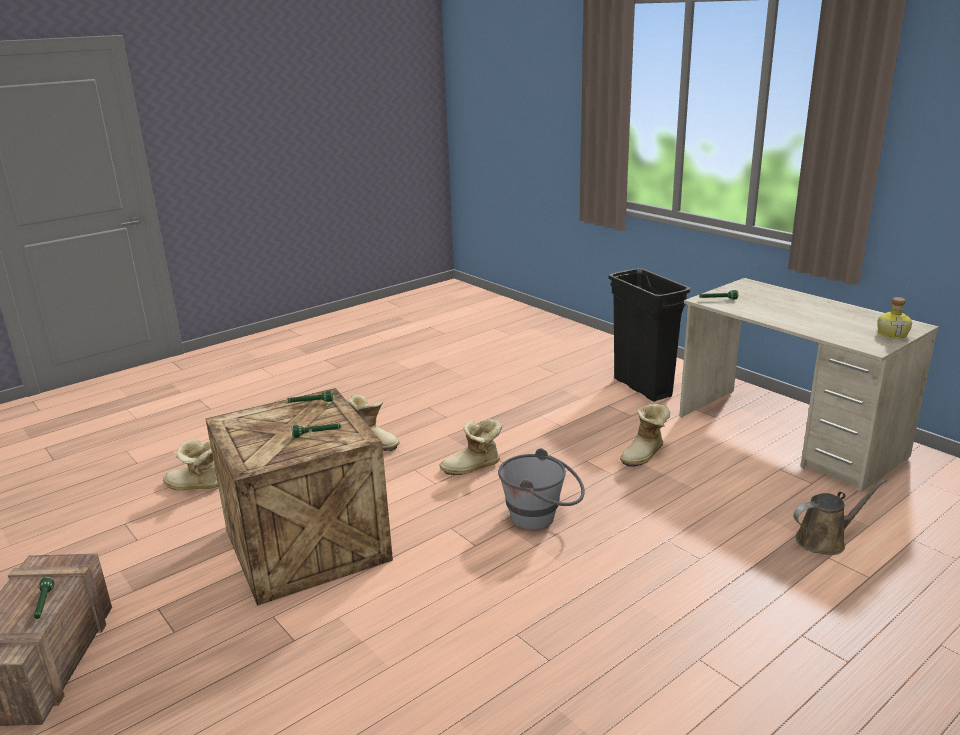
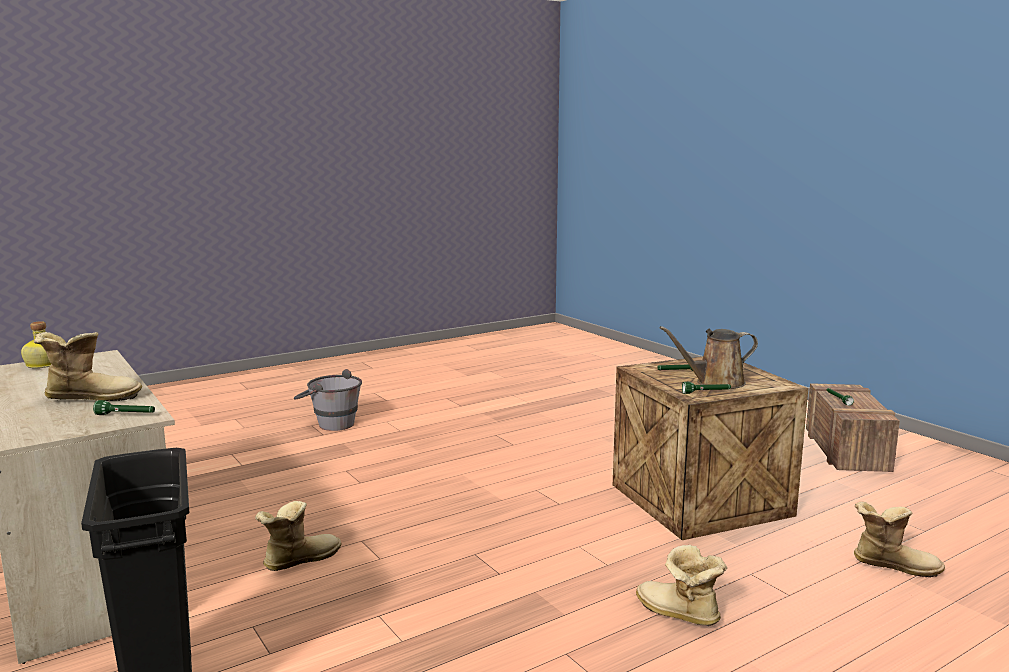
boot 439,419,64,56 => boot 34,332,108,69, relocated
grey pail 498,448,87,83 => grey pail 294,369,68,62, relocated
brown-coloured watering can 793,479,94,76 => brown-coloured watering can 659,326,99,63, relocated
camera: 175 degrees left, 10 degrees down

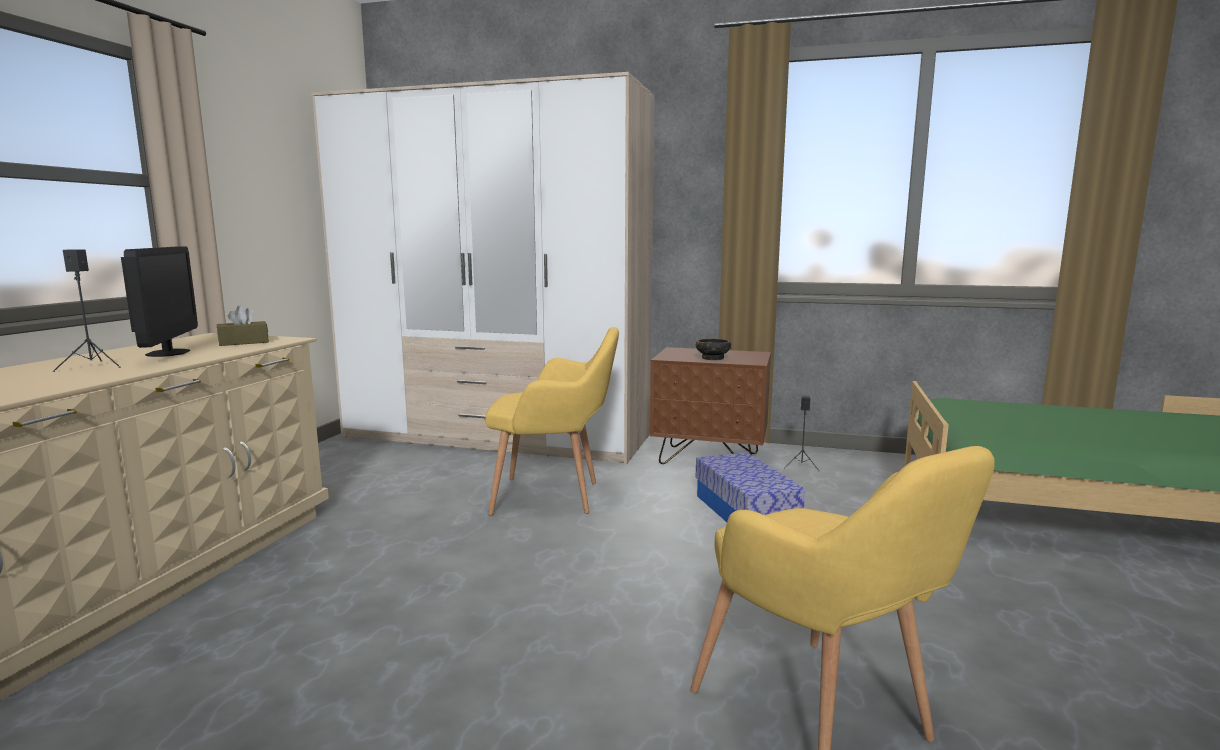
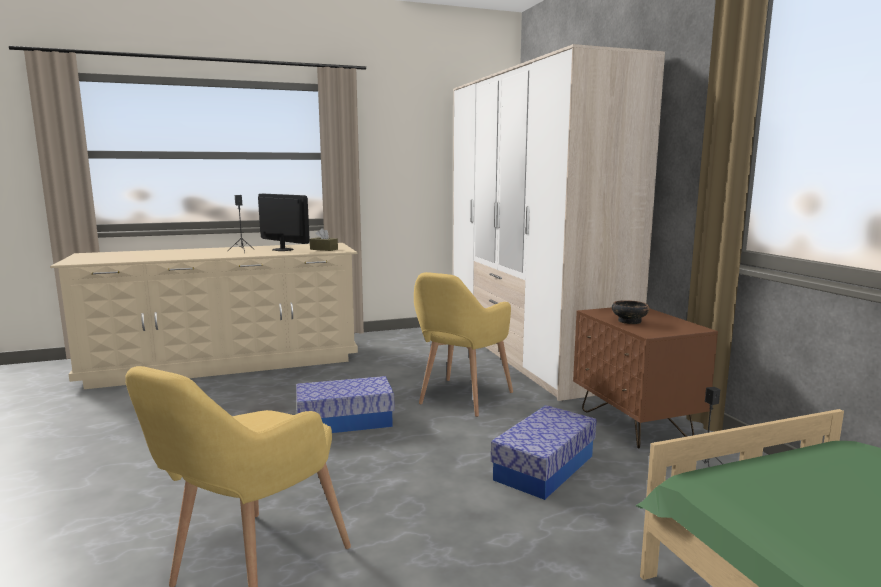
nothing => storage container 296,376,99,57
computer screen 121,246,77,111 => computer screen 258,194,51,57, 90 degrees counterclockwise
yellowish easy chair 486,327,133,189 => yellowish easy chair 414,272,99,145, 60 degrees clockwise
camera: 55 degrees right, 0 degrees up

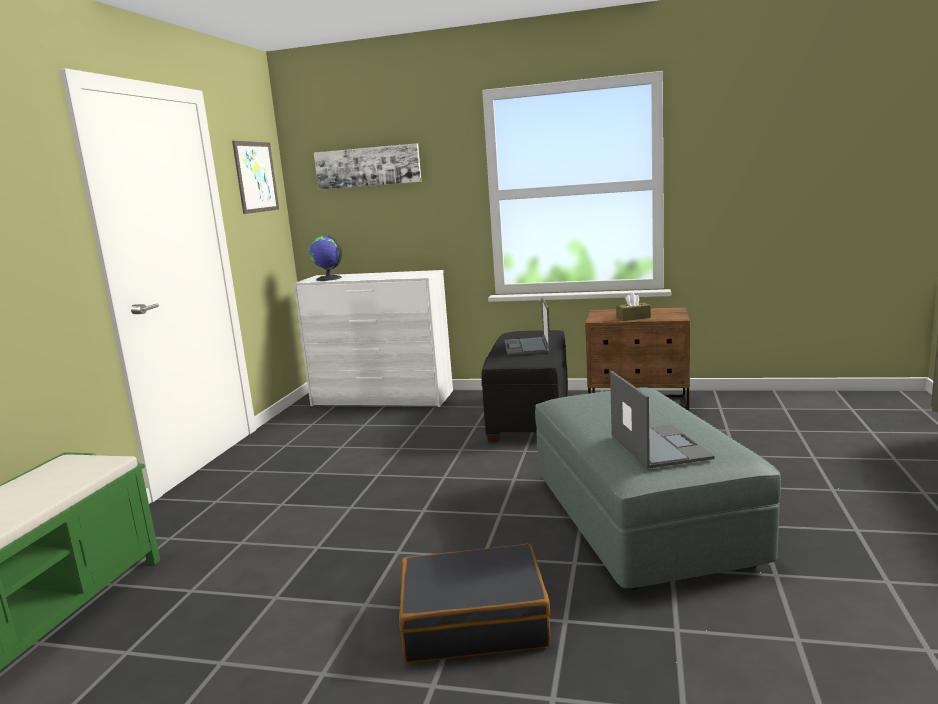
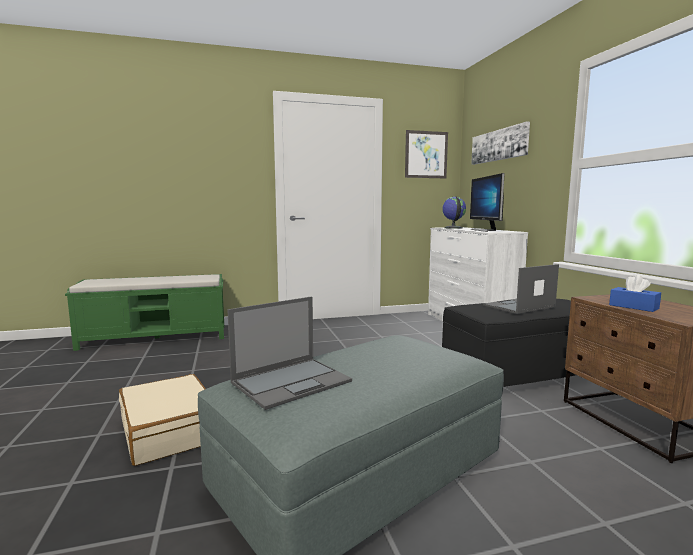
nothing => computer screen 470,173,35,59
black-coloured piece of luggage 399,544,152,119 => sand-coloured piece of luggage 119,374,87,92
brown-coloured tissue box 616,293,35,28 => bluish tissue box 609,275,52,37
camera: 60 degrees right, 5 degrees down

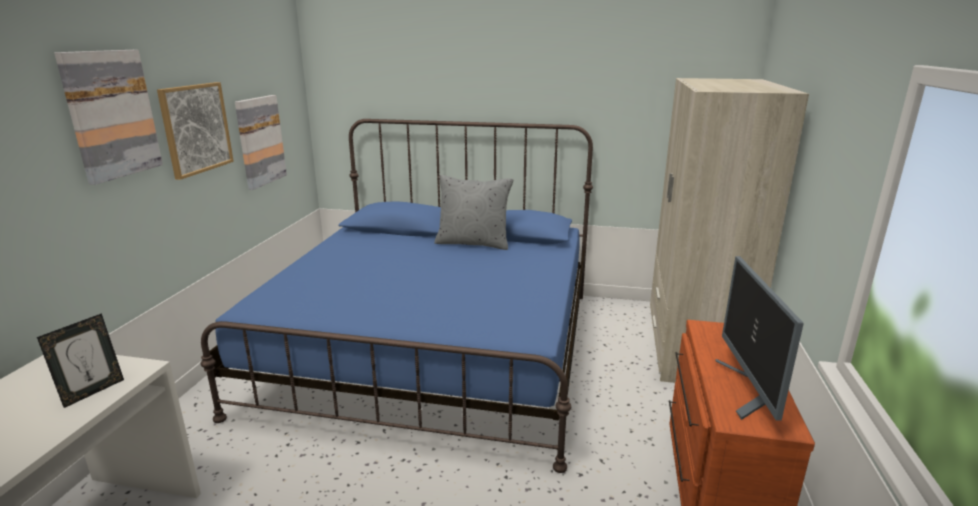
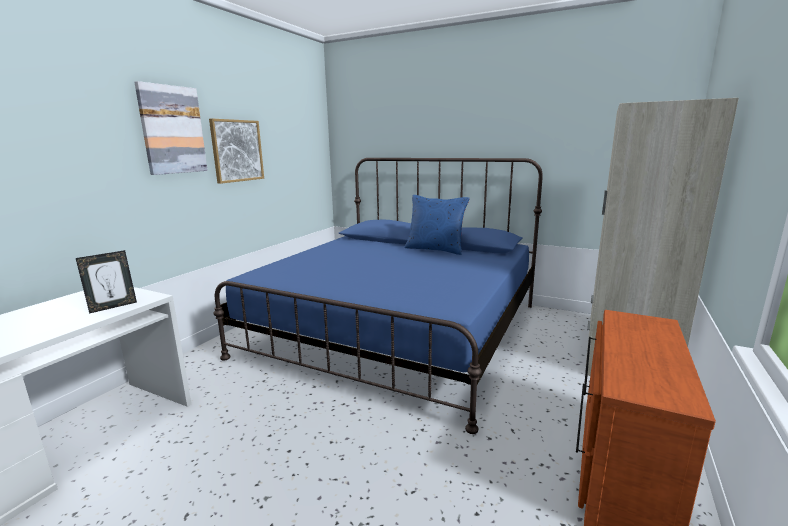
picture 235,95,52,95 => nothing
computer screen 715,256,89,165 => nothing
grey cushion 434,175,80,75 => bluish cushion 405,195,65,60
camera: 15 degrees right, 5 degrees down

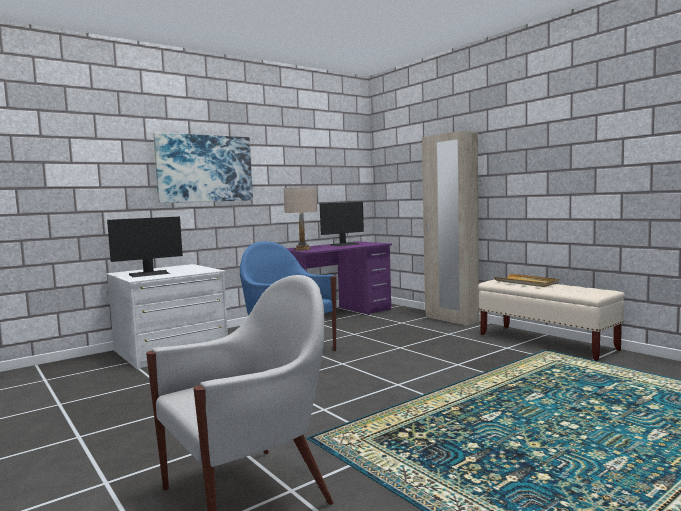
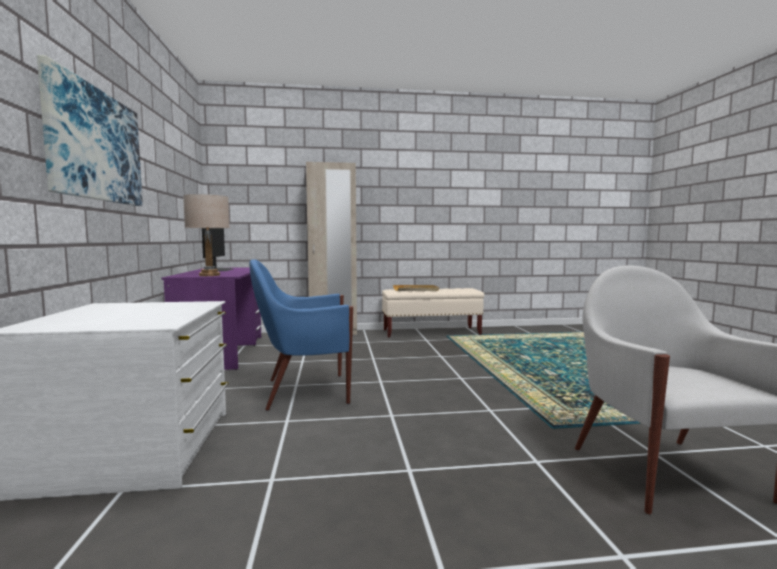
computer screen 107,217,76,60 => nothing
camera: 60 degrees left, 0 degrees up

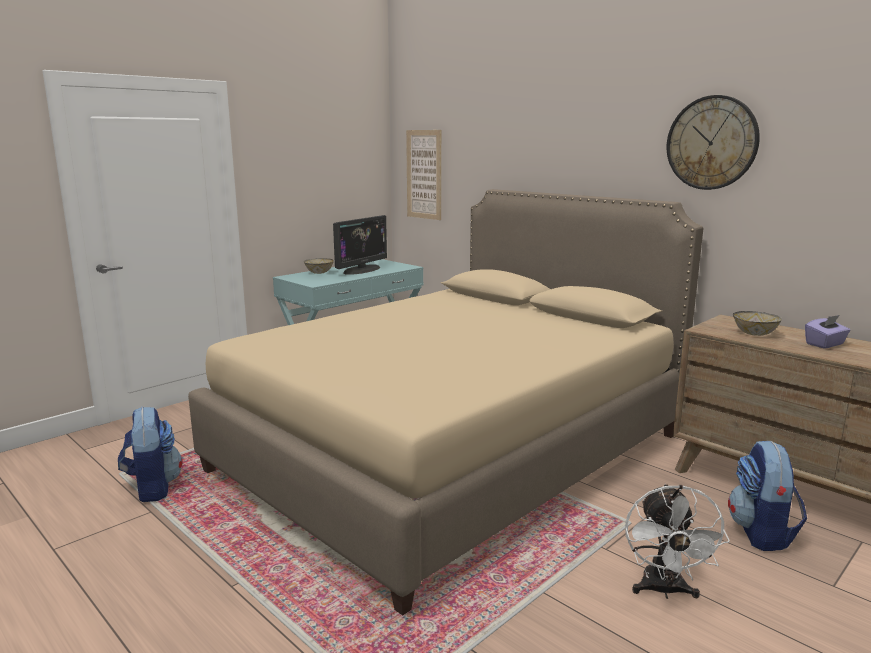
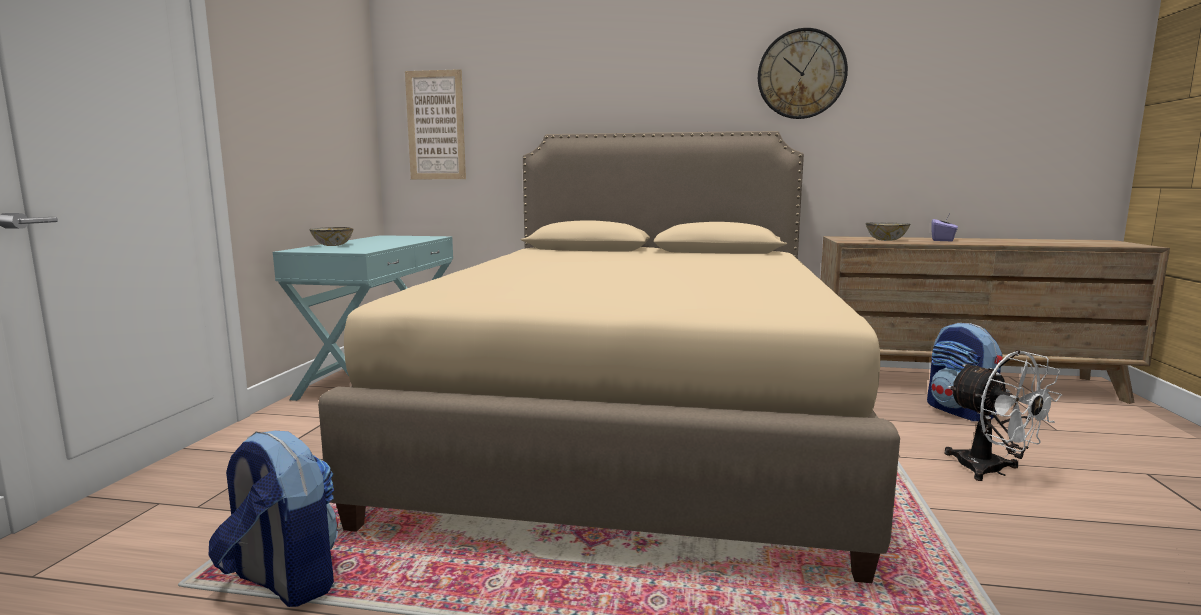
computer screen 333,215,54,60 => nothing
camera: 35 degrees left, 5 degrees down

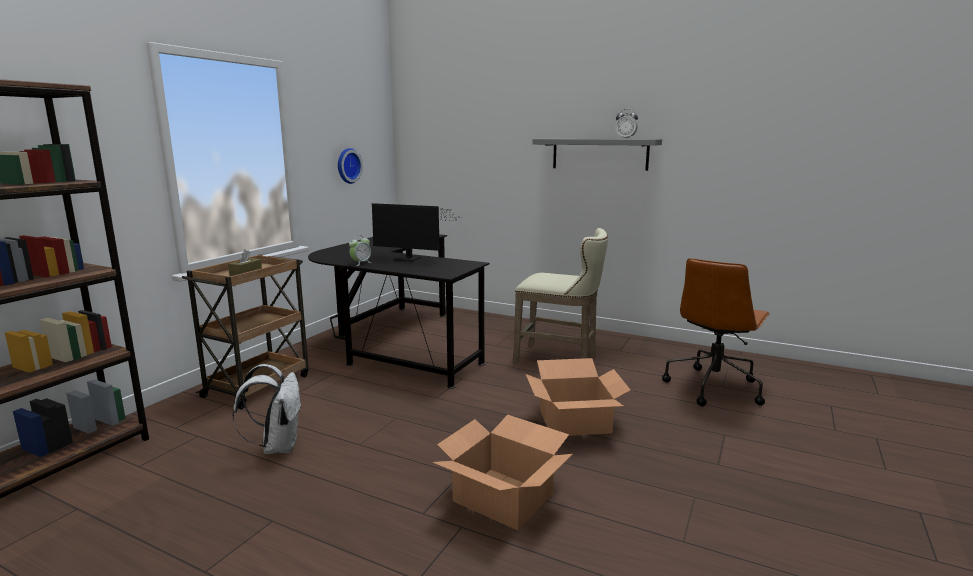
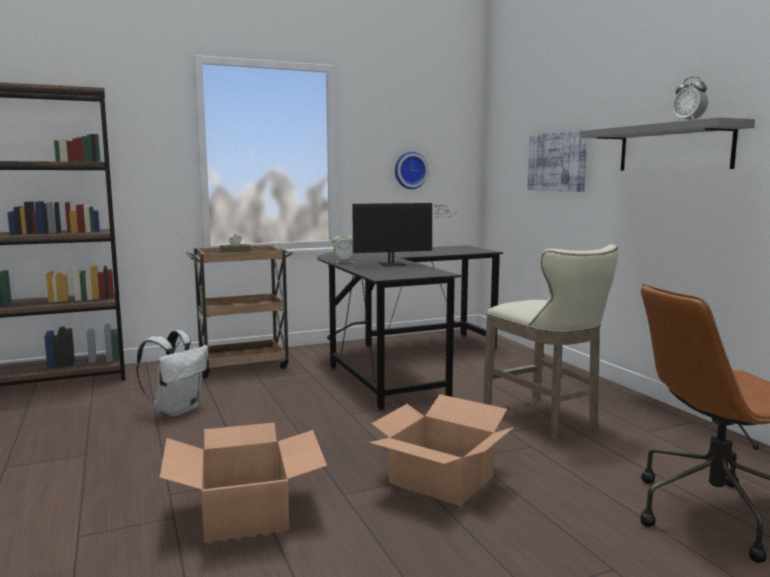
nothing => picture 527,130,60,62
computer screen 372,203,90,58 => computer screen 352,203,105,63, 75 degrees counterclockwise
camera: 40 degrees right, 5 degrees down

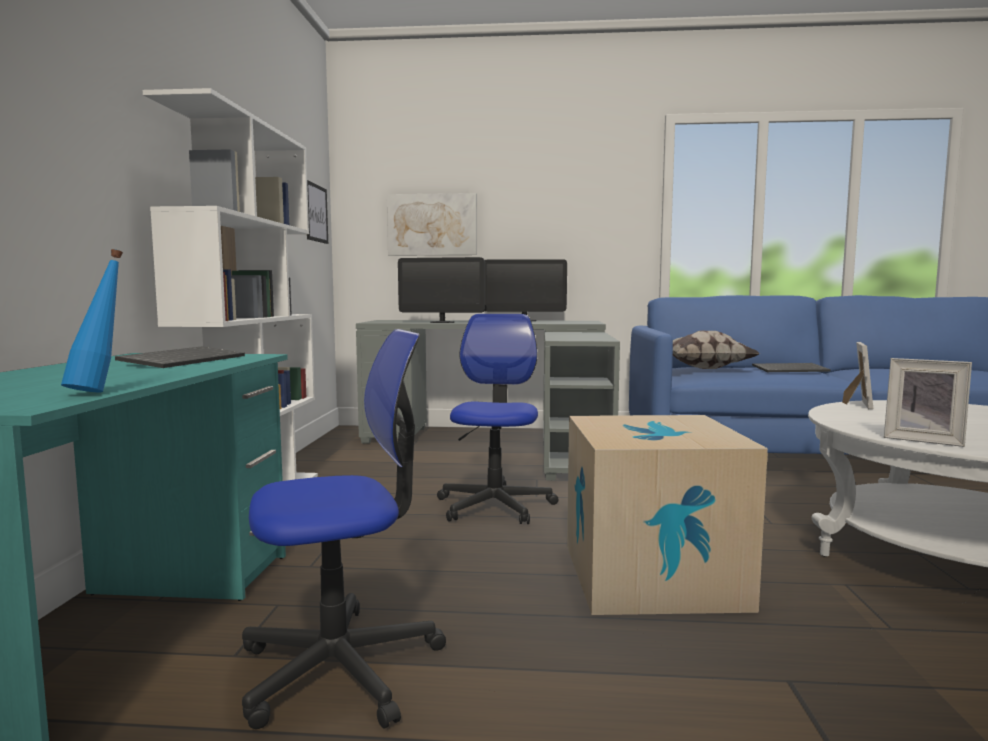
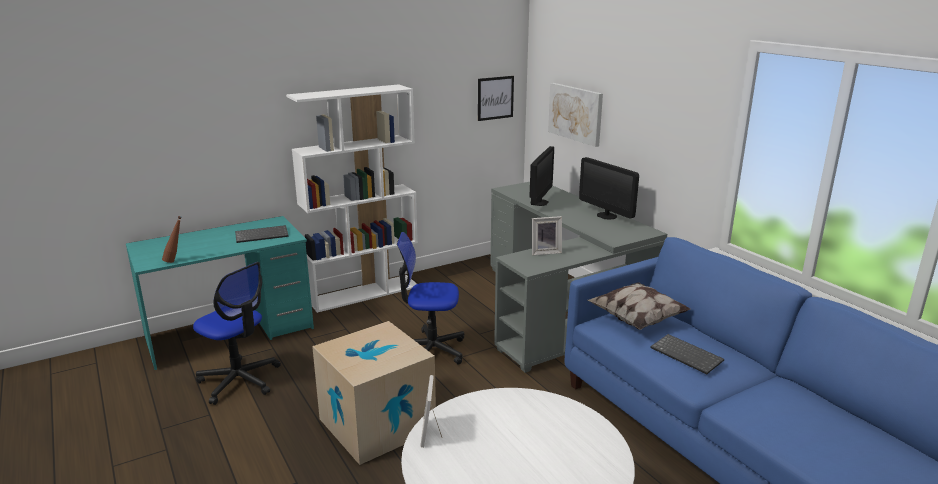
photo frame 842,342,31,67 => photo frame 532,216,30,39, relocated
bluish bottle 61,249,62,143 => brown-coloured bottle 162,216,20,47
computer screen 398,257,87,66 => computer screen 529,146,25,60, 135 degrees counterclockwise
desk chair 437,314,122,210 => desk chair 397,232,67,133, 150 degrees counterclockwise
camera: 55 degrees right, 15 degrees up

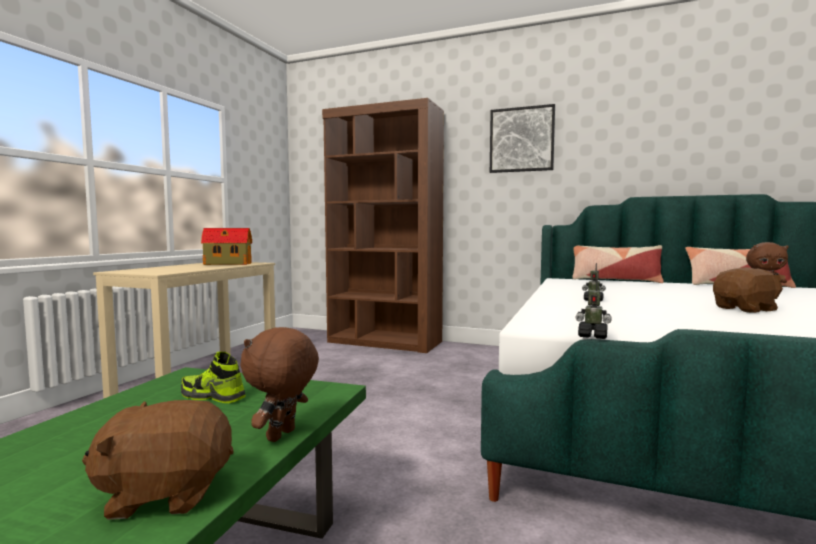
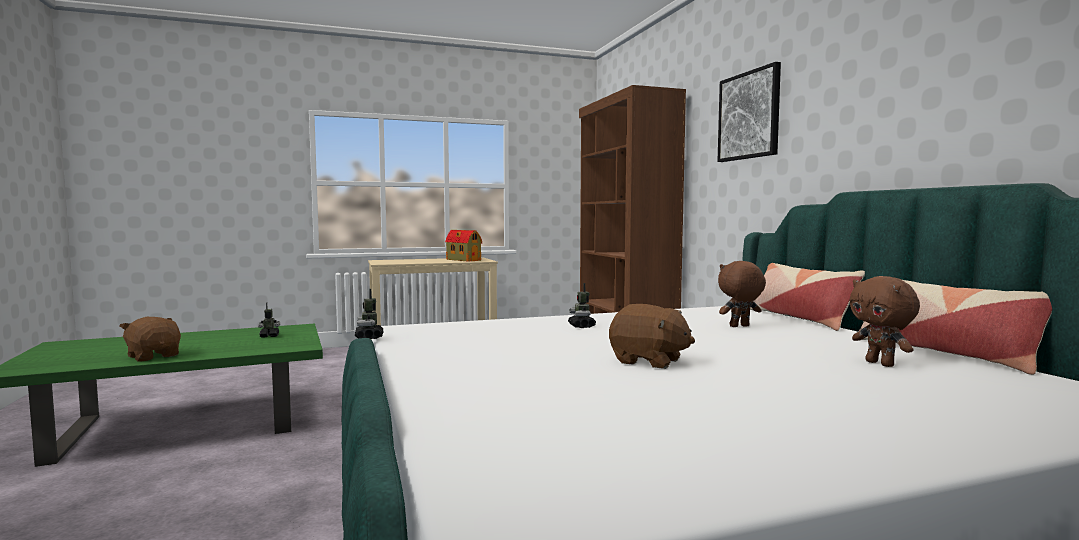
brown-coloured soft toy 240,327,79,115 => brown-coloured soft toy 718,261,48,66, relocated
item of footwear 181,352,65,51 => toy robot 258,302,22,36
camera: 50 degrees right, 0 degrees up

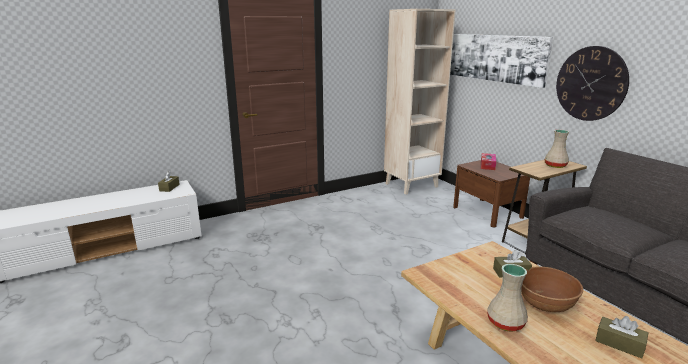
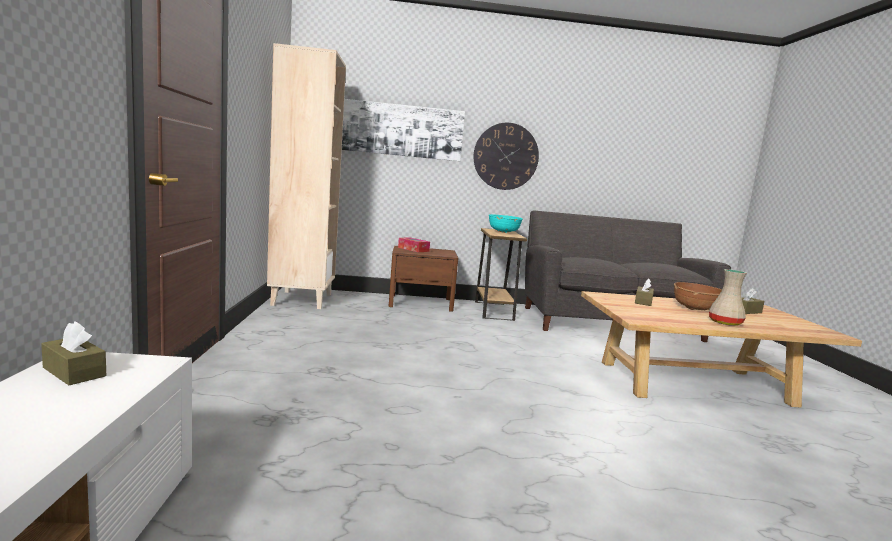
sand-coloured flower vase 545,130,24,38 => turquoise-coloured serving bowl 489,214,34,19
camera: 65 degrees left, 10 degrees down

